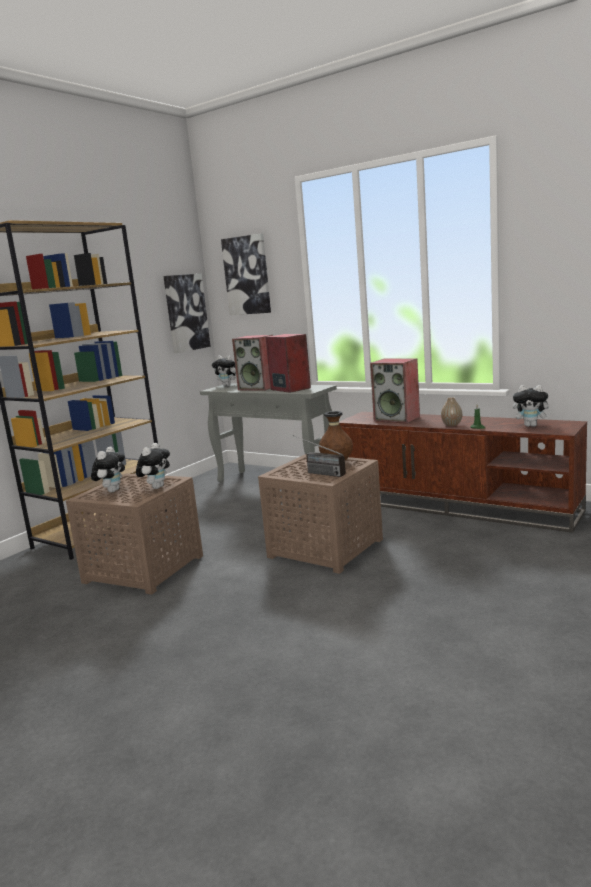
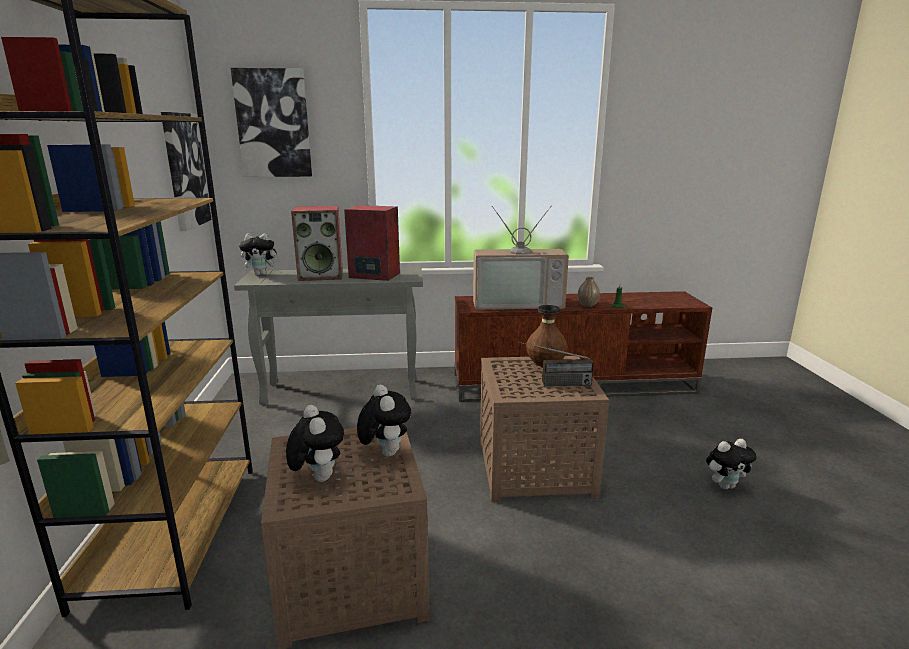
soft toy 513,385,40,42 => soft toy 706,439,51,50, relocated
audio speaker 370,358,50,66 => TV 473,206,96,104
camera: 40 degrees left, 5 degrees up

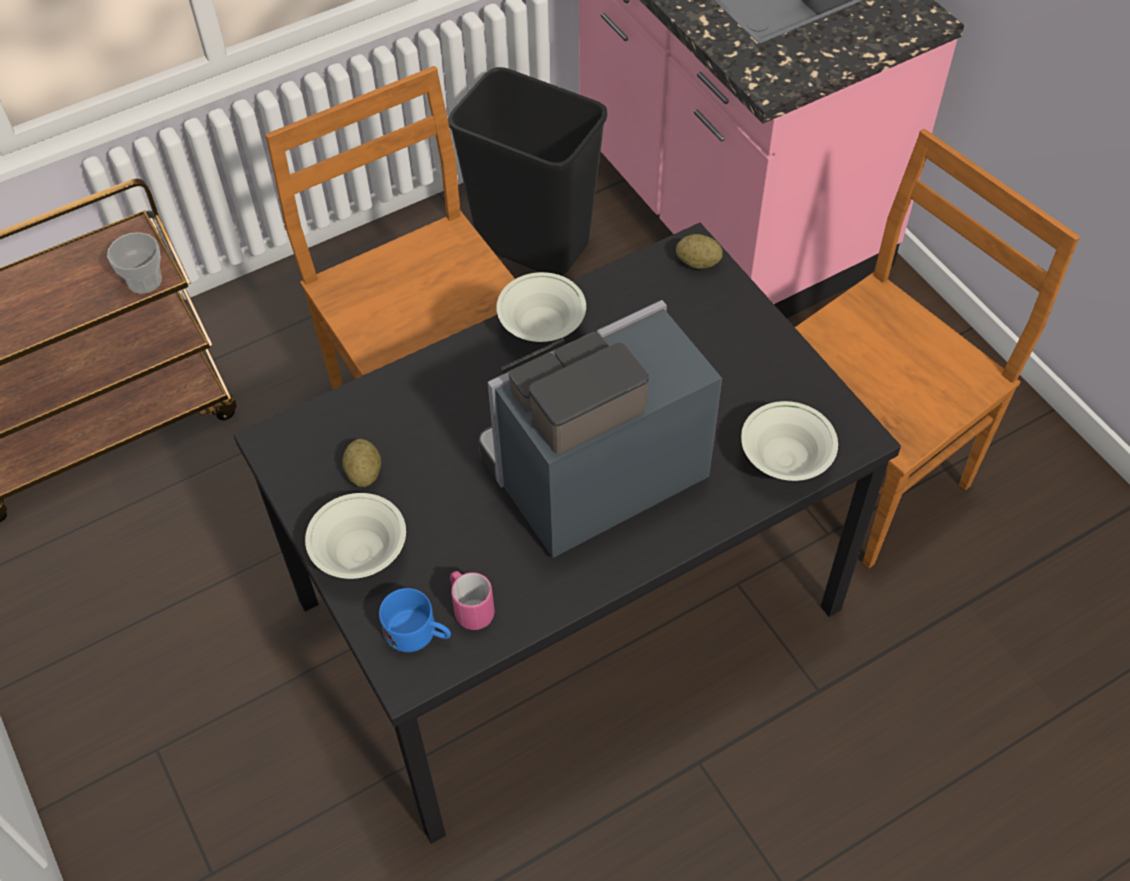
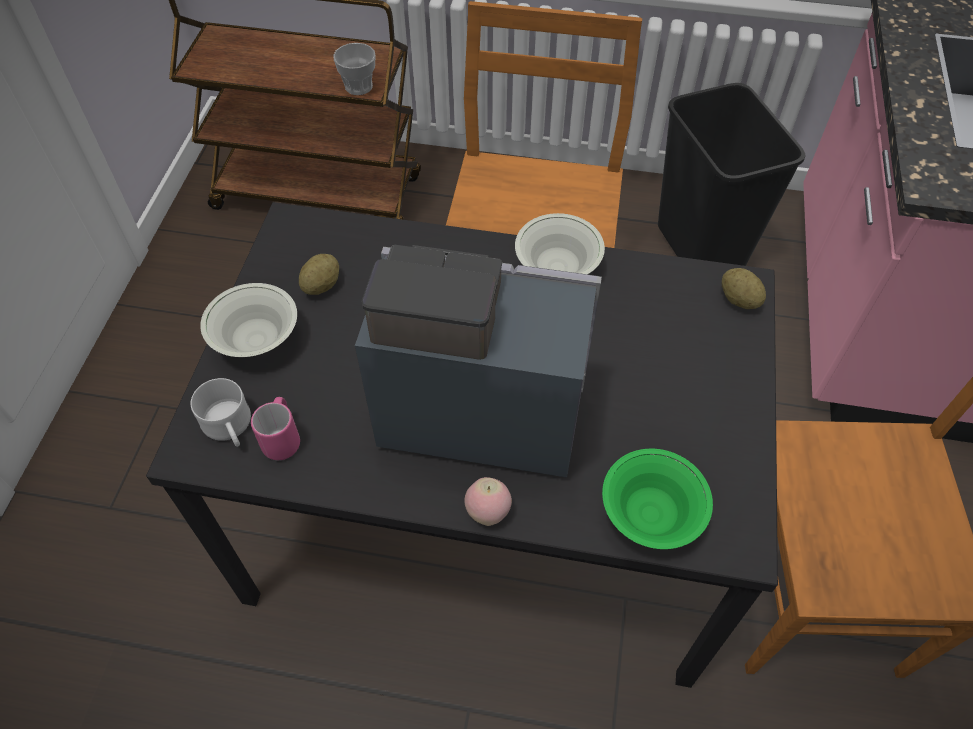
nothing => apple 464,477,48,49
bluish tea mug 379,588,72,64 => white tea mug 191,378,60,69
white serving bowl 741,401,97,80 => green-coloured serving bowl 602,449,111,100
camera: 40 degrees right, 0 degrees up

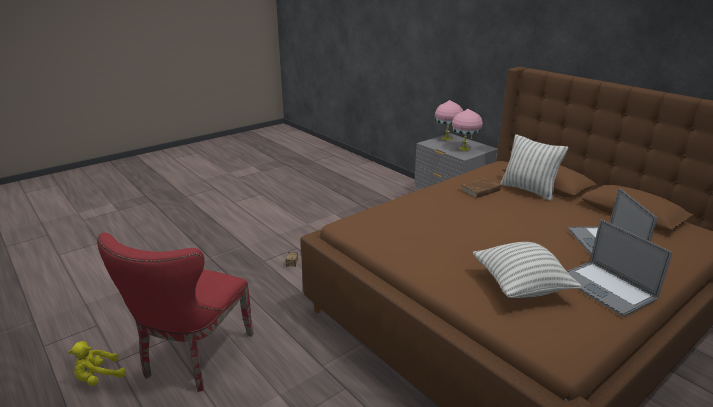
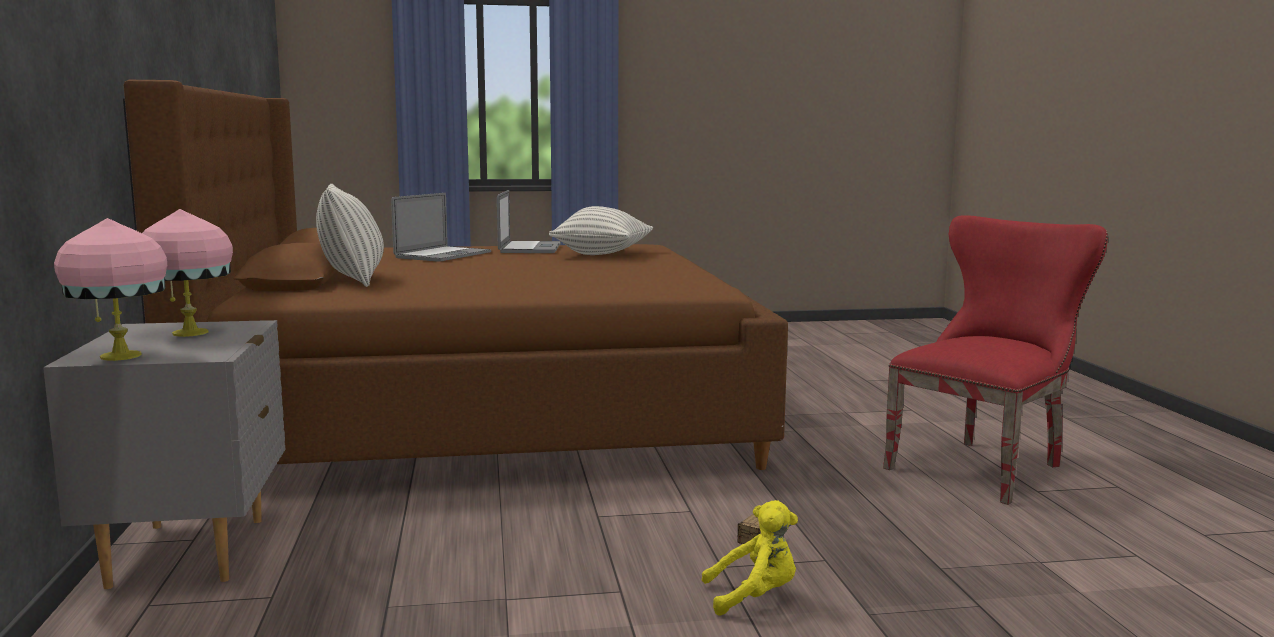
brown-coloured bound book 461,178,40,20 => nothing
yellowish soft toy 68,341,58,45 => yellowish soft toy 701,500,97,115, relocated
camera: 150 degrees left, 15 degrees down

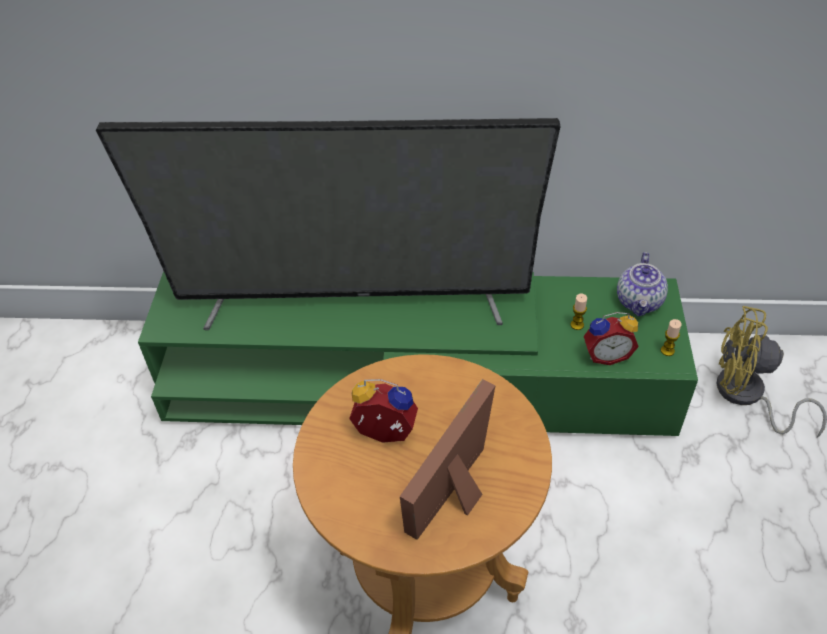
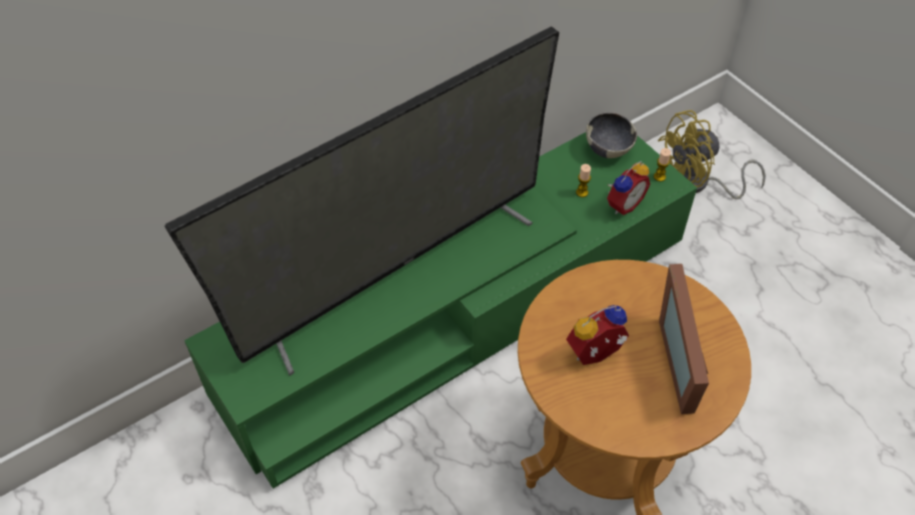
pot for tea 617,252,51,64 => serving bowl 586,112,51,46
camera: 40 degrees left, 5 degrees up

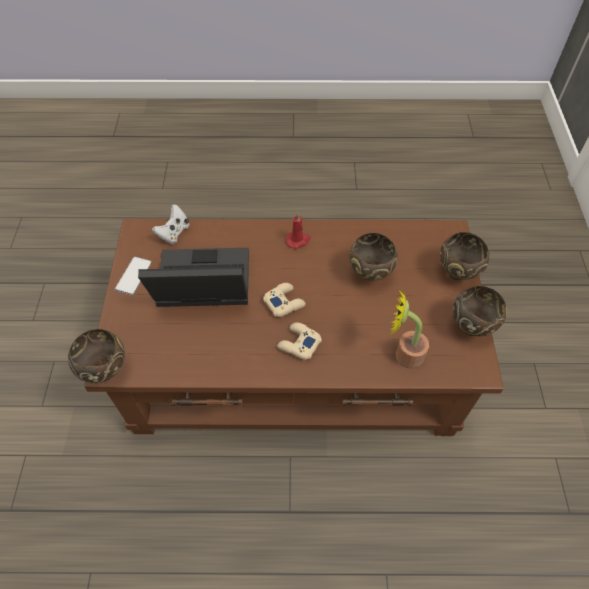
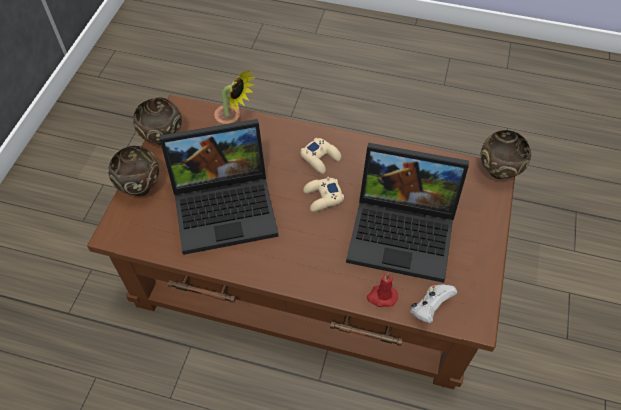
handset 115,257,36,38 => nothing
reddish candle 286,213,25,36 => reddish candle 367,273,31,34, relocated
brown-coloured serving bowl 350,233,48,48 => portable computer 160,119,119,136
camera: 165 degrees left, 0 degrees up

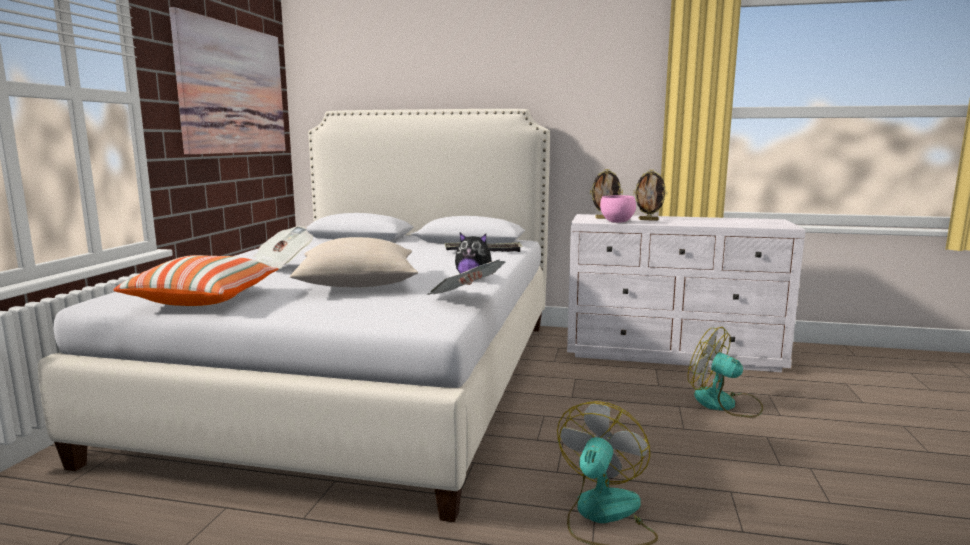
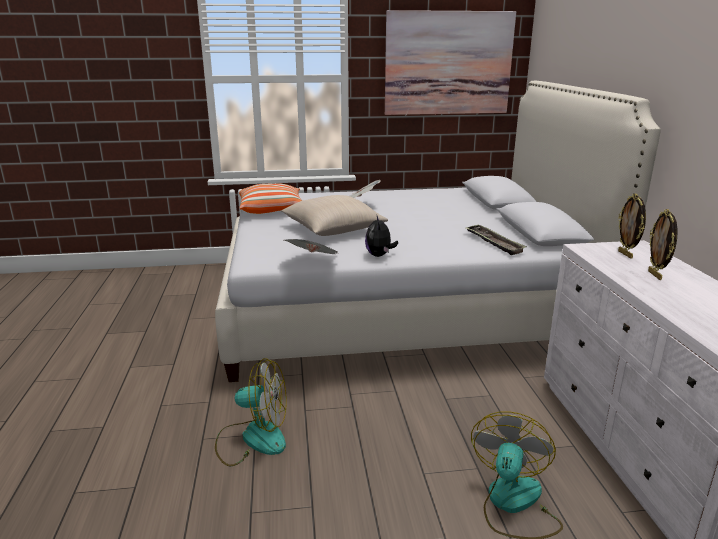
pink serving bowl 600,195,36,28 => nothing
camera: 70 degrees right, 10 degrees up

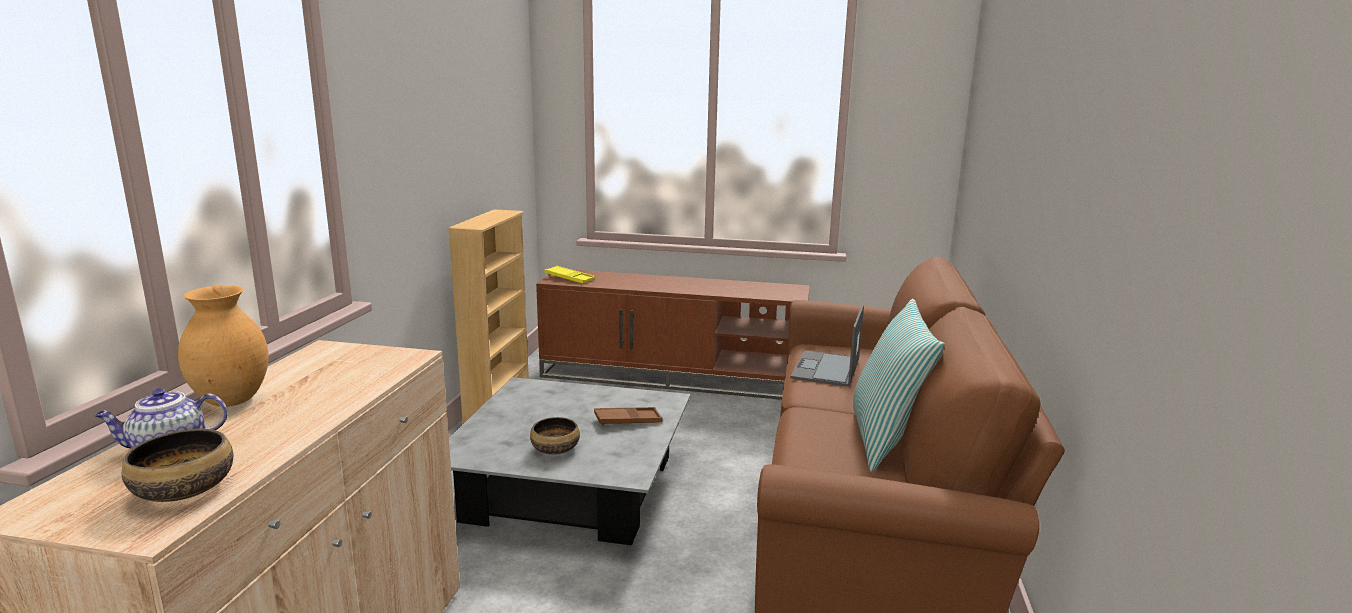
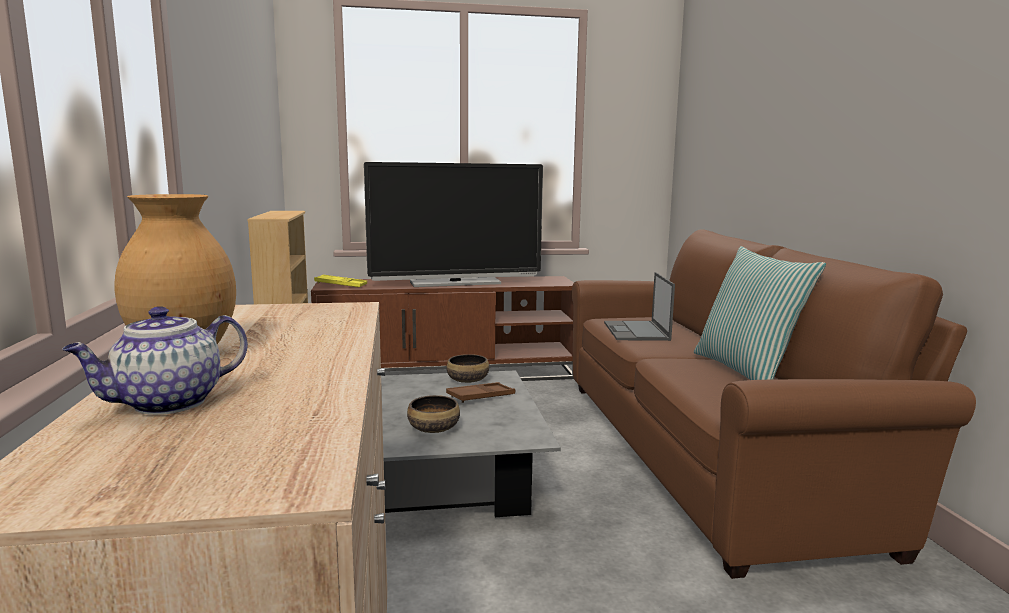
nothing => TV 364,162,179,125
serving bowl 122,429,112,73 => serving bowl 446,354,43,29, relocated
camera: 20 degrees left, 5 degrees down

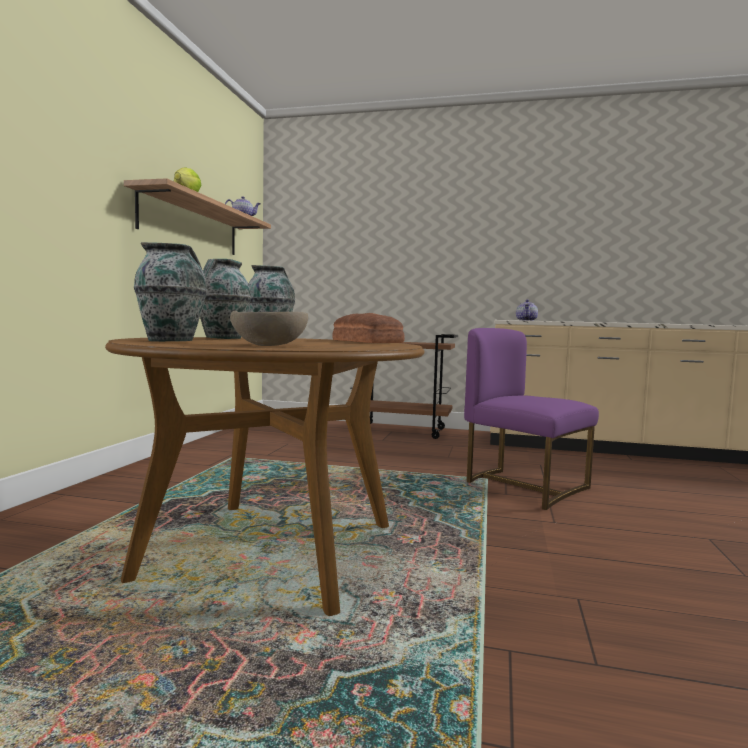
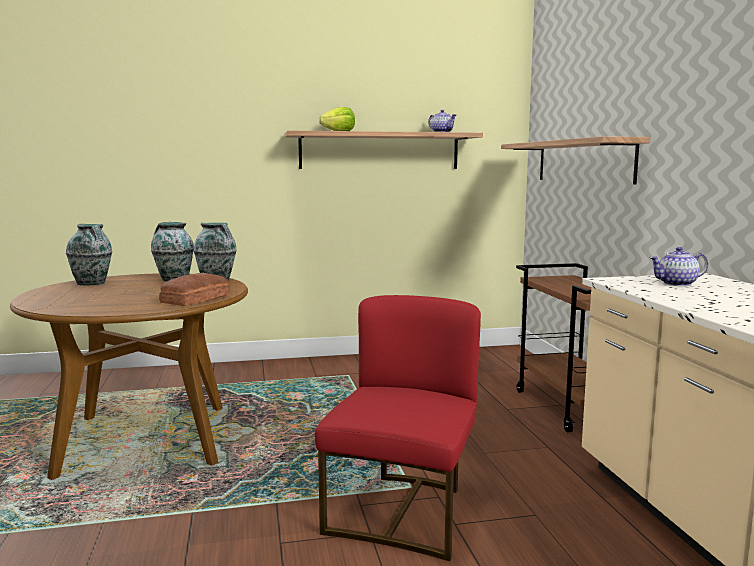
sand-coloured serving bowl 230,311,78,35 => nothing
nothing => wall shelf 501,136,149,48
purplish upright chair 464,328,135,182 => reddish upright chair 315,295,166,266
camera: 65 degrees right, 5 degrees up

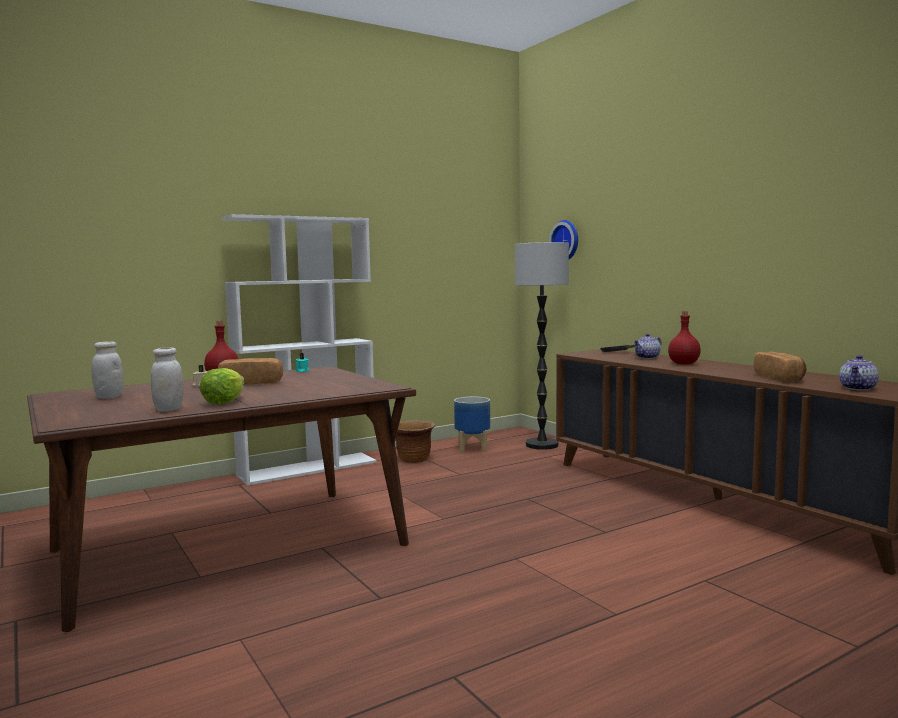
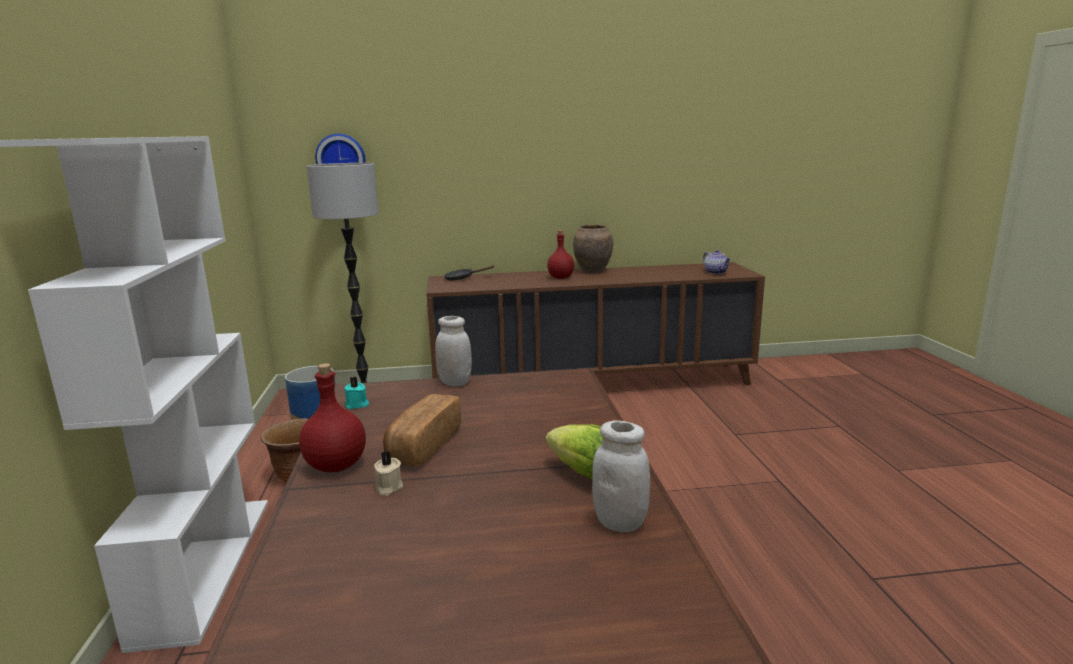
pot for tea 633,333,29,26 => nothing
bakery bread 754,352,52,29 => nothing
nothing => brown-coloured flower vase 573,225,40,48
white jar 91,341,32,58 => white jar 435,316,37,70, relocated
camera: 65 degrees left, 10 degrees up

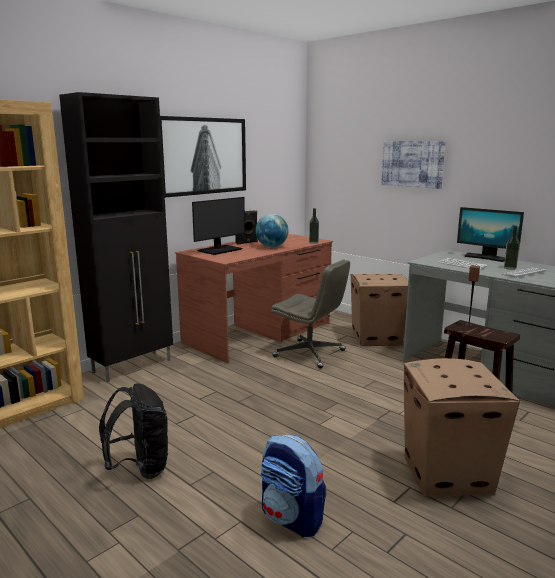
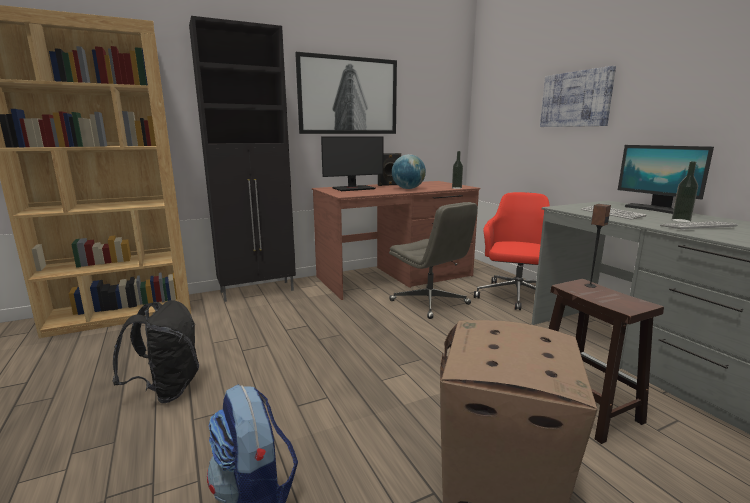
carton 351,274,57,72 => reddish desk chair 474,192,76,118
camera: 20 degrees right, 0 degrees up

